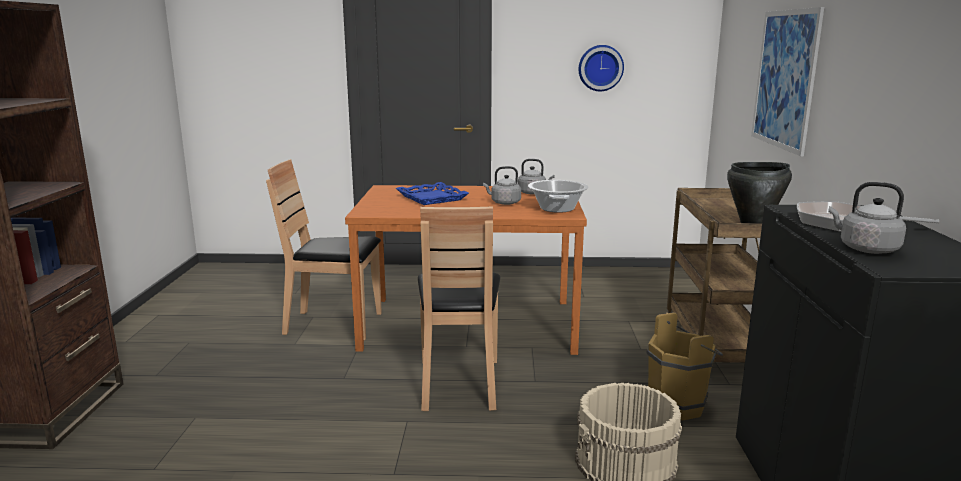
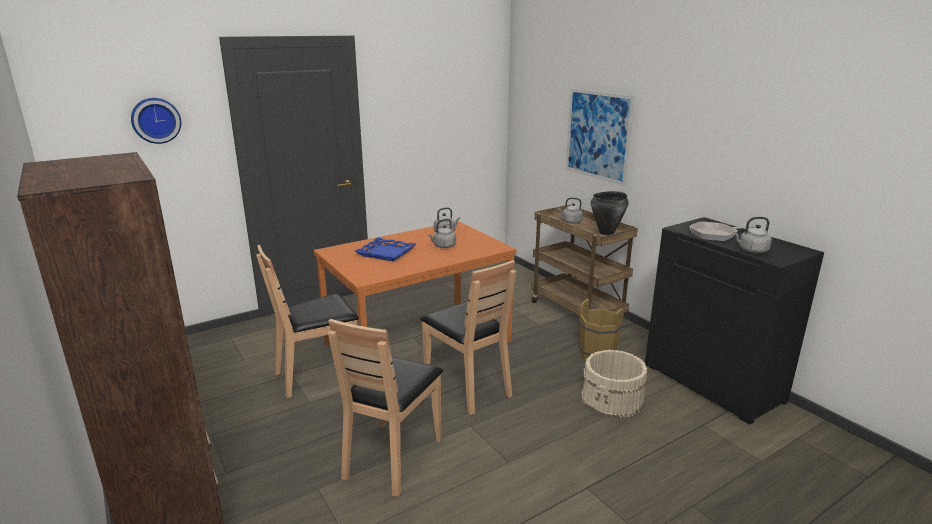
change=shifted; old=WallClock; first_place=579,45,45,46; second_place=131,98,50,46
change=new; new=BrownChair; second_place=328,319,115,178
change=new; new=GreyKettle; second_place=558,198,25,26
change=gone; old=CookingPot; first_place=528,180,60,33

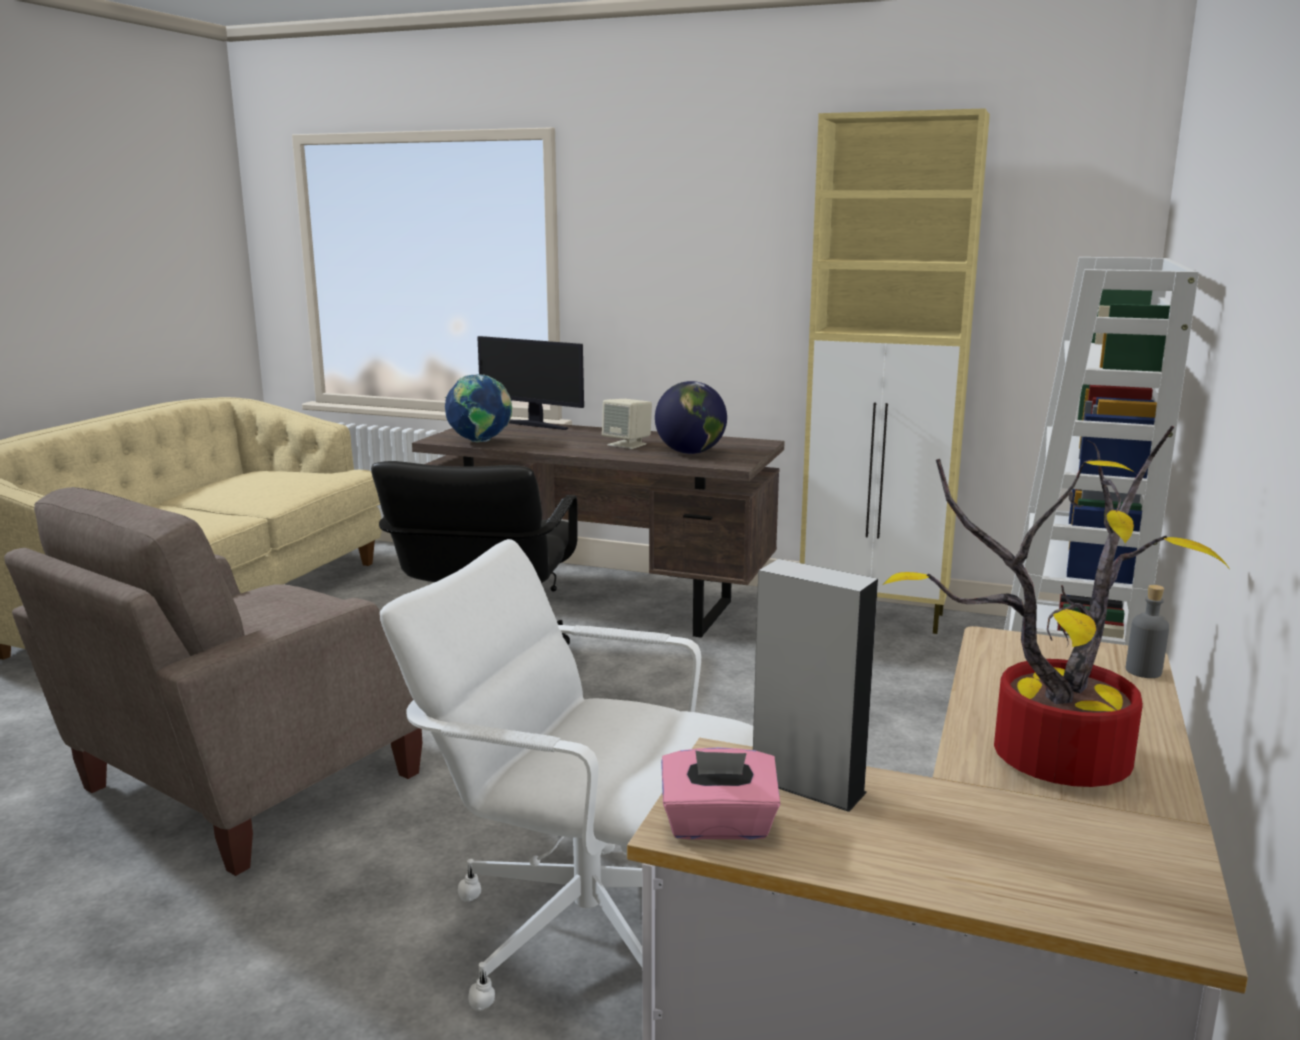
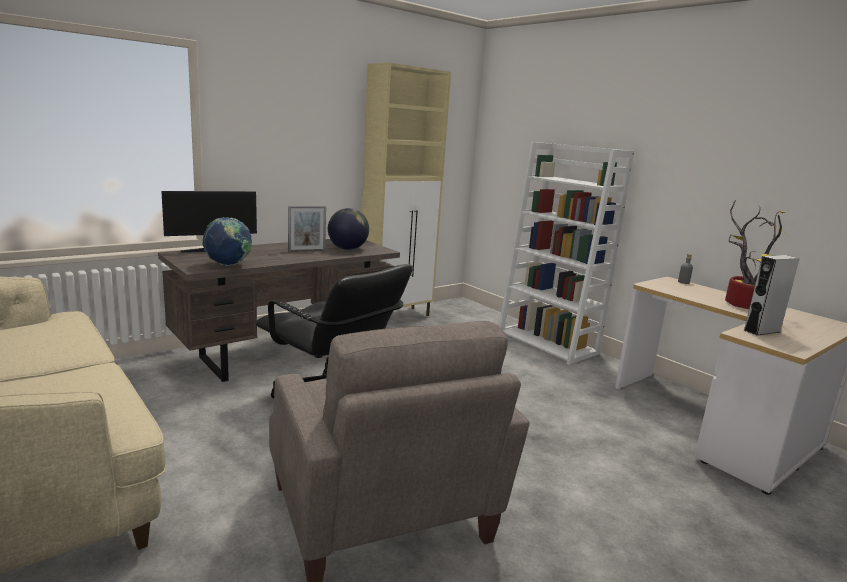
change=swapped; old=BeigeSpeaker; new=PictureFrame; first_place=602,399,50,50; second_place=288,206,38,46
change=gone; old=WhiteOfficeChair; first_place=380,539,373,472
change=gone; old=PinkTissueBox; first_place=661,747,119,93

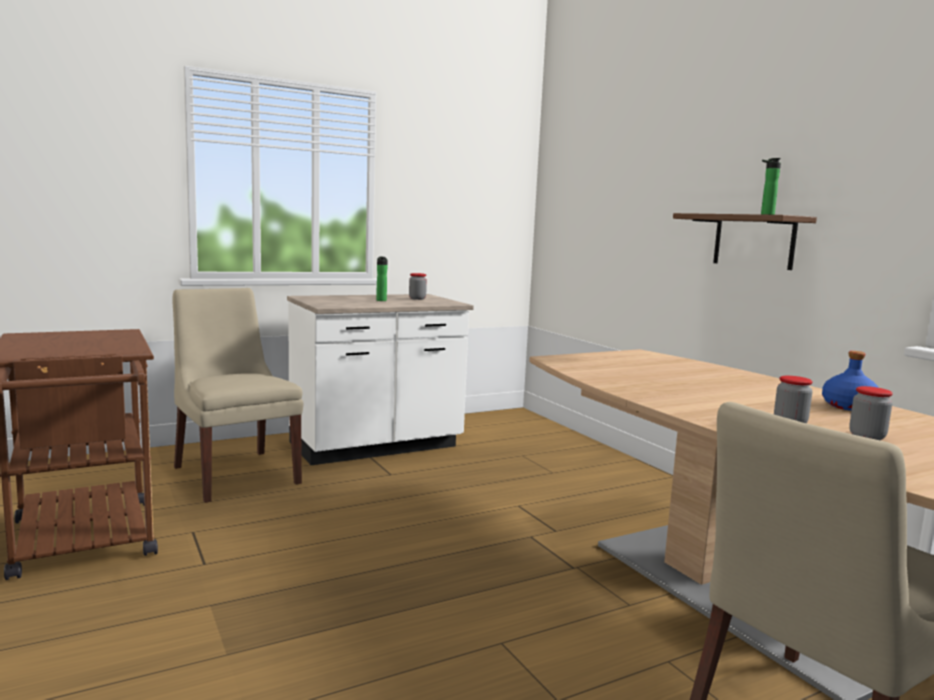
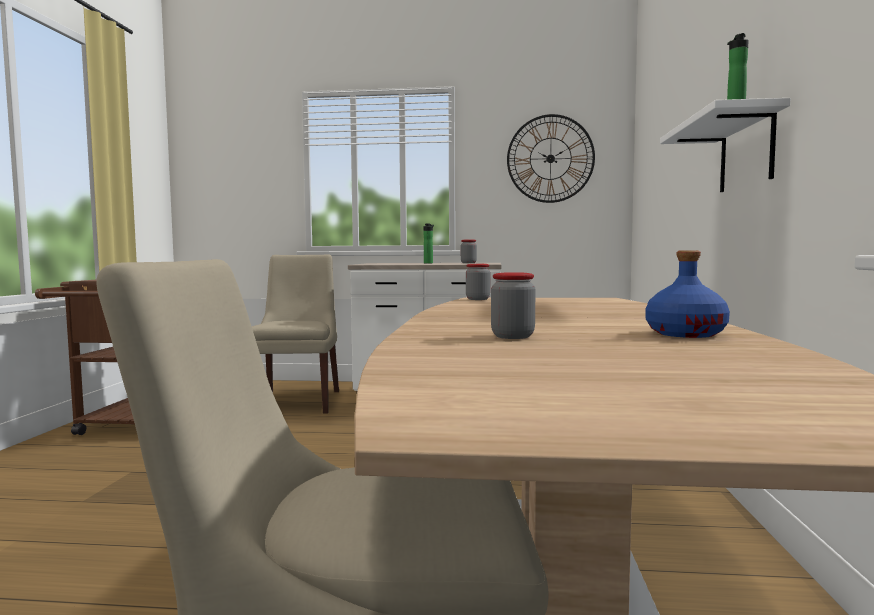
change=shifted; old=Jar; first_place=849,386,44,54; second_place=466,264,24,36
change=new; new=WallClock; second_place=507,114,88,89
change=repainted; old=BrownShelf; new=WhiteShelf; first_place=673,213,144,57; second_place=660,98,130,94

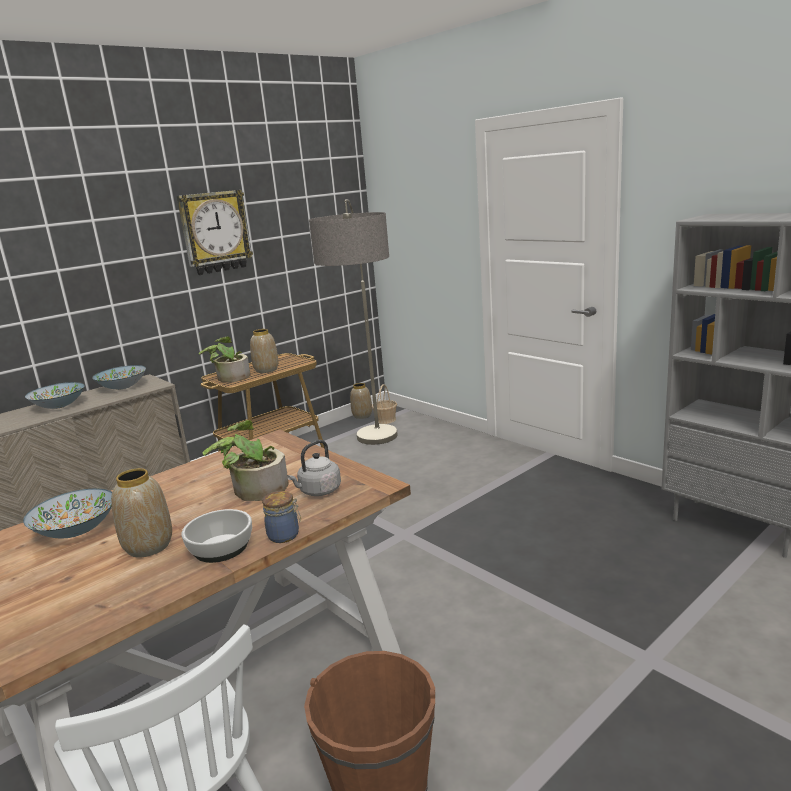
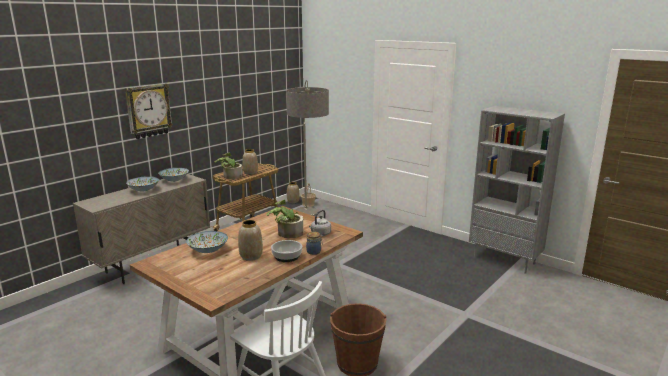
change=shifted; old=WallClock; first_place=177,190,76,85; second_place=125,84,48,55

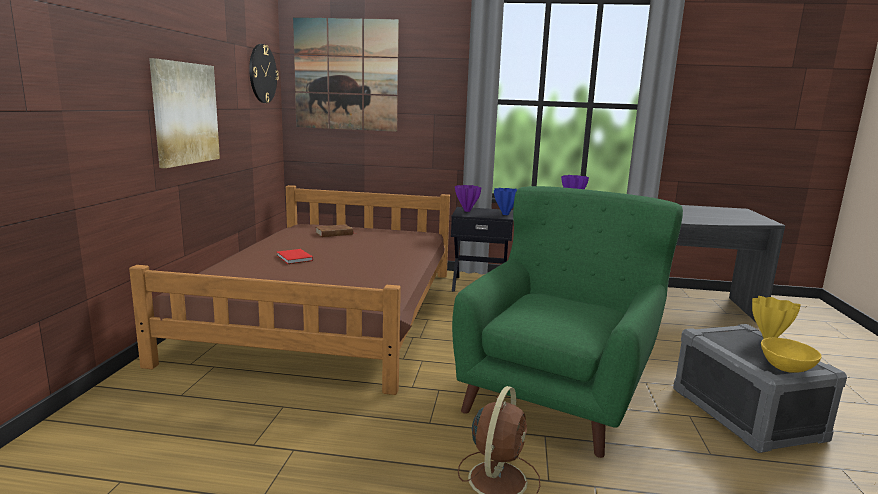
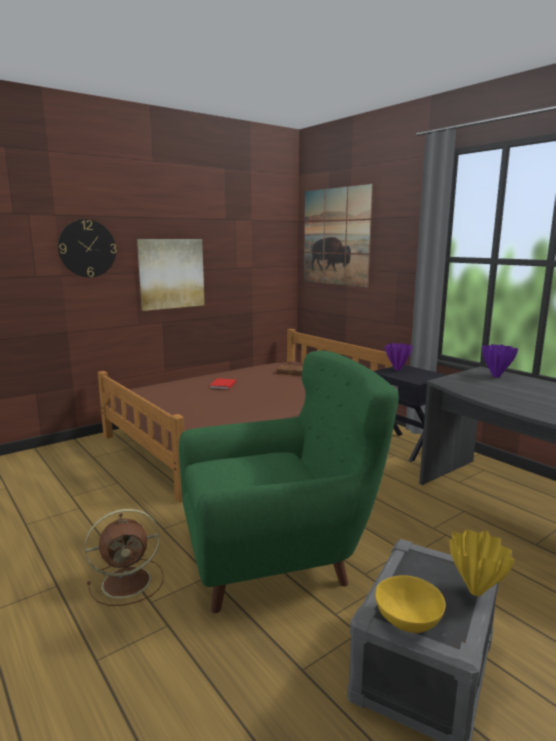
change=shifted; old=WallClock; first_place=249,44,30,59; second_place=58,219,58,58
change=gone; old=BlueVase; first_place=494,188,23,27

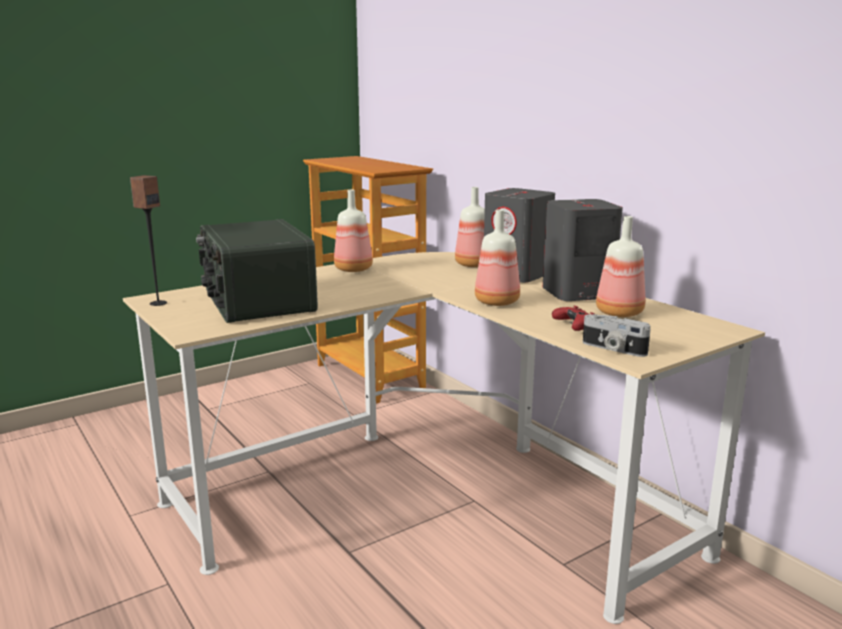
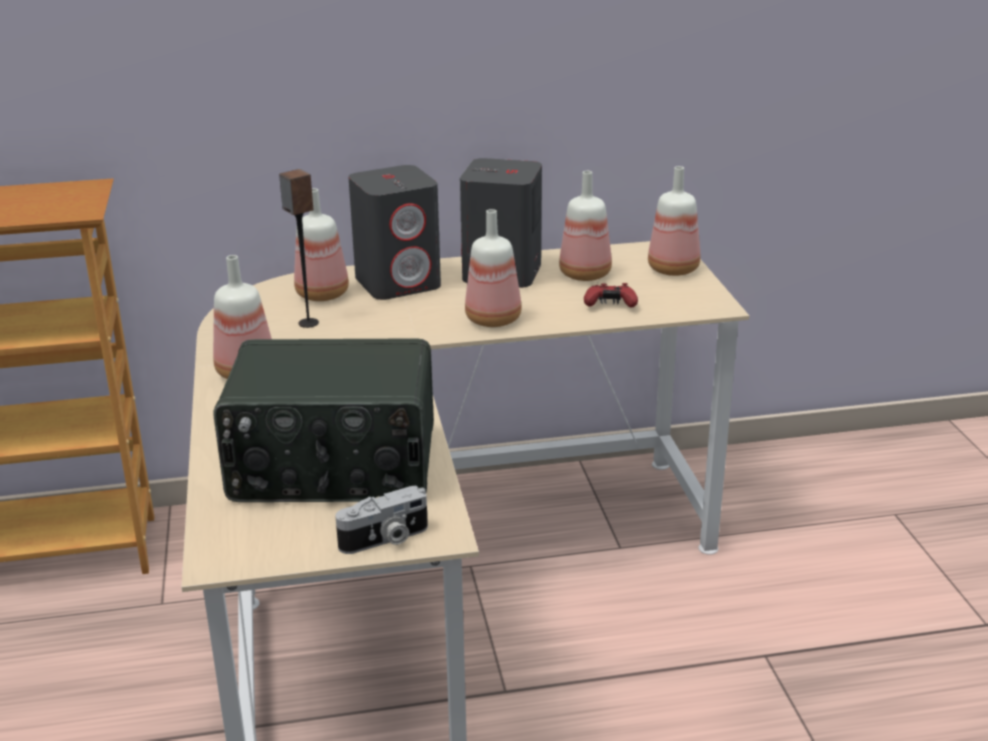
change=shifted; old=Speaker; first_place=130,175,37,131; second_place=279,169,40,159
change=shifted; old=PhotoCamera; first_place=583,314,68,43; second_place=335,486,93,68
change=new; new=Bottle; second_place=648,166,52,110

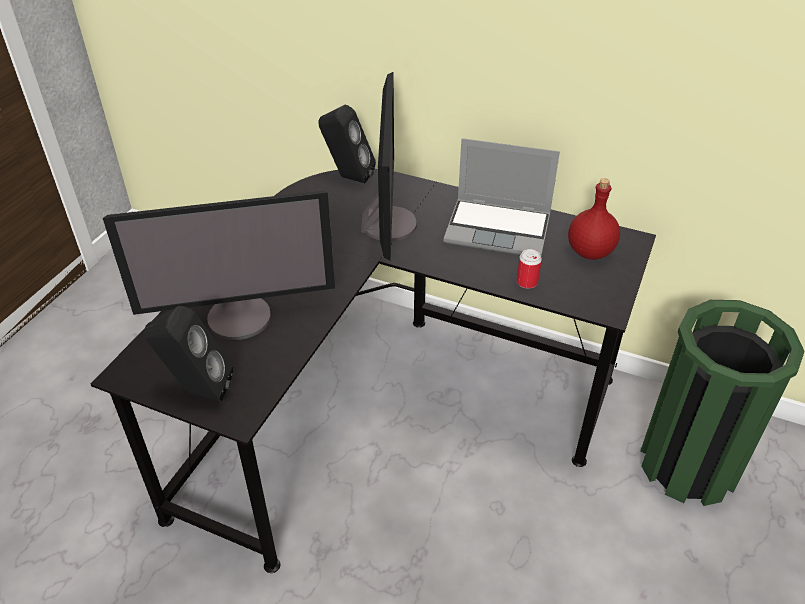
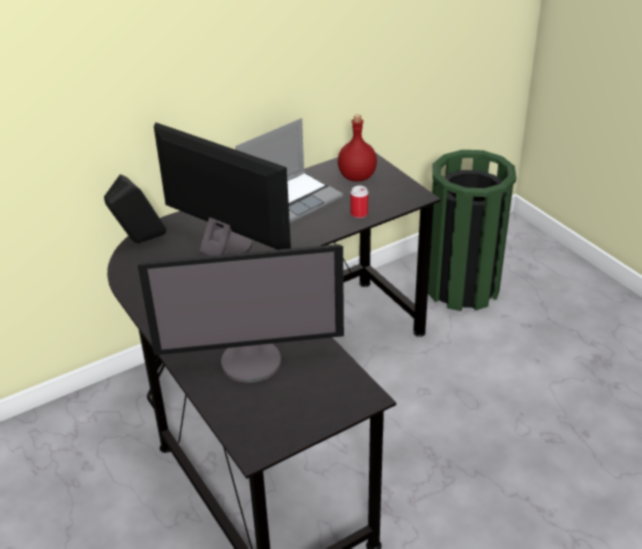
change=rotated; old=Monitor; first_place=103,191,232,149; second_place=138,244,206,139; degrees=60
change=gone; old=BlackSpeaker; first_place=144,306,89,95

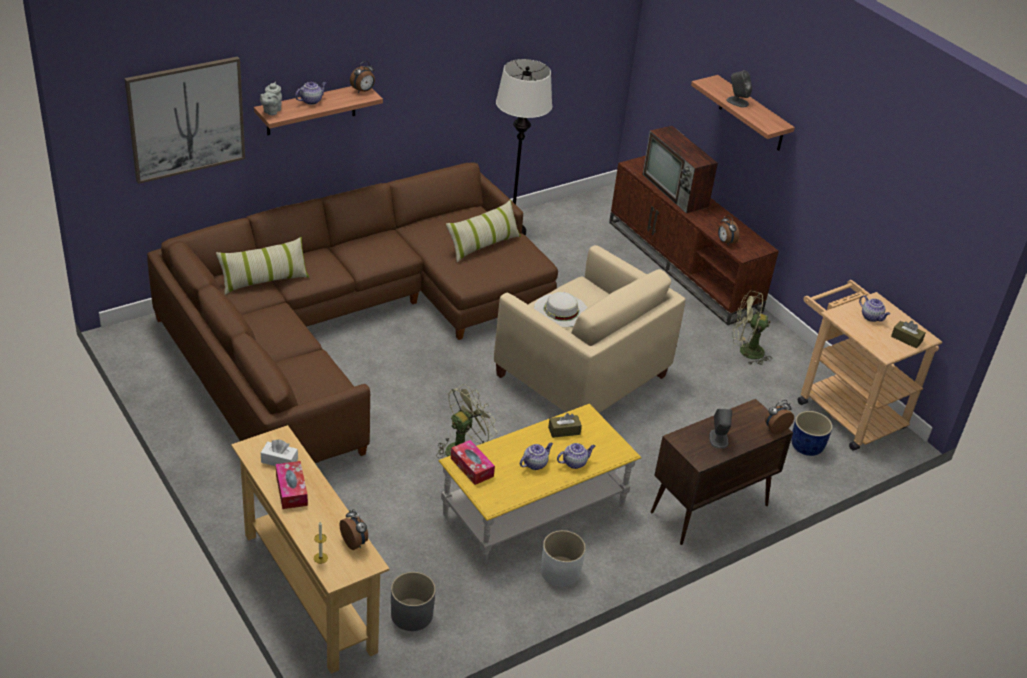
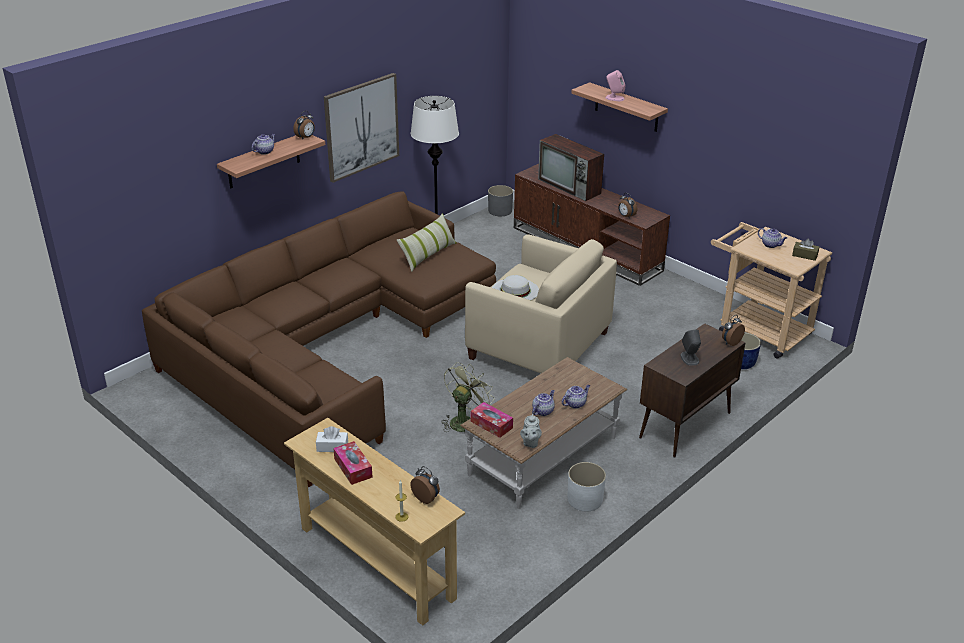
change=shifted; old=Picture; first_place=125,56,120,128; second_place=324,73,75,110
change=repainted; old=YellowCoffeeTable; new=BrownCoffeeTable; first_place=438,404,204,162; second_place=460,357,167,152
change=shifted; old=GreyPlanter; first_place=391,572,45,59; second_place=488,185,25,31
change=shifted; old=GreyTeapot; first_place=260,82,22,33; second_place=520,414,22,34
change=repainted; old=GreySpeaker; new=PinkSpeaker; first_place=726,70,26,37; second_place=605,70,20,31
change=gone; old=Pillow; first_place=216,237,93,58
change=gone; old=BrownTissueBox; first_place=548,413,34,25
change=gone; old=GreenFan; first_place=732,291,40,74

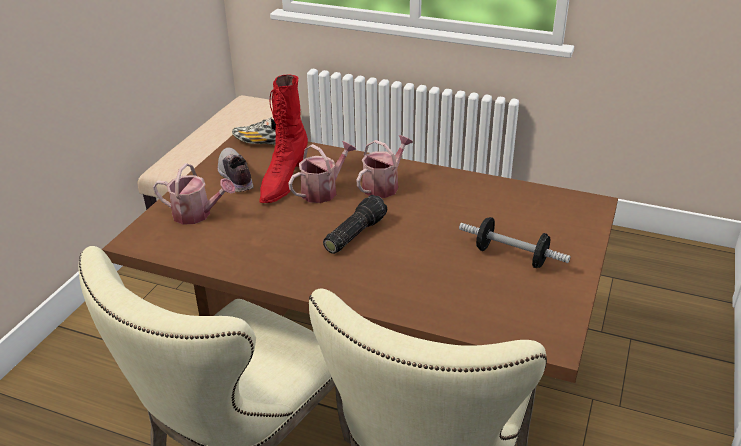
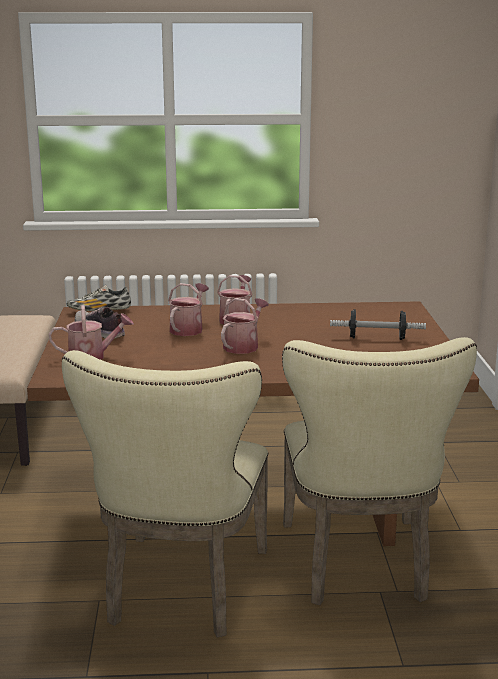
change=swapped; old=Flashlight; new=WateringCan; first_place=323,195,64,59; second_place=221,298,48,56
change=gone; old=RedBoot; first_place=259,75,49,128

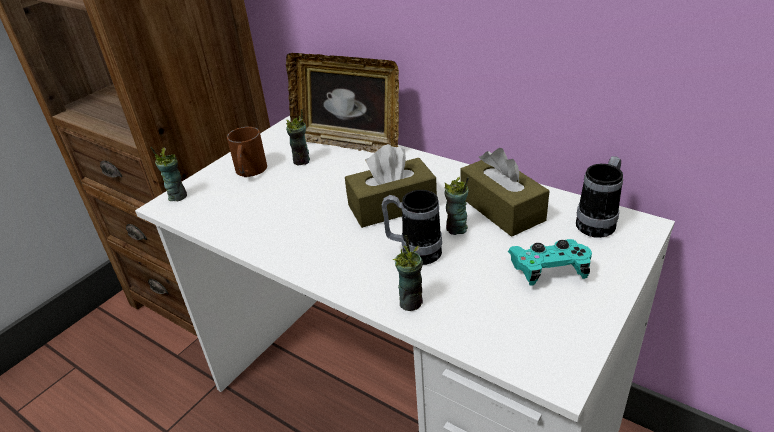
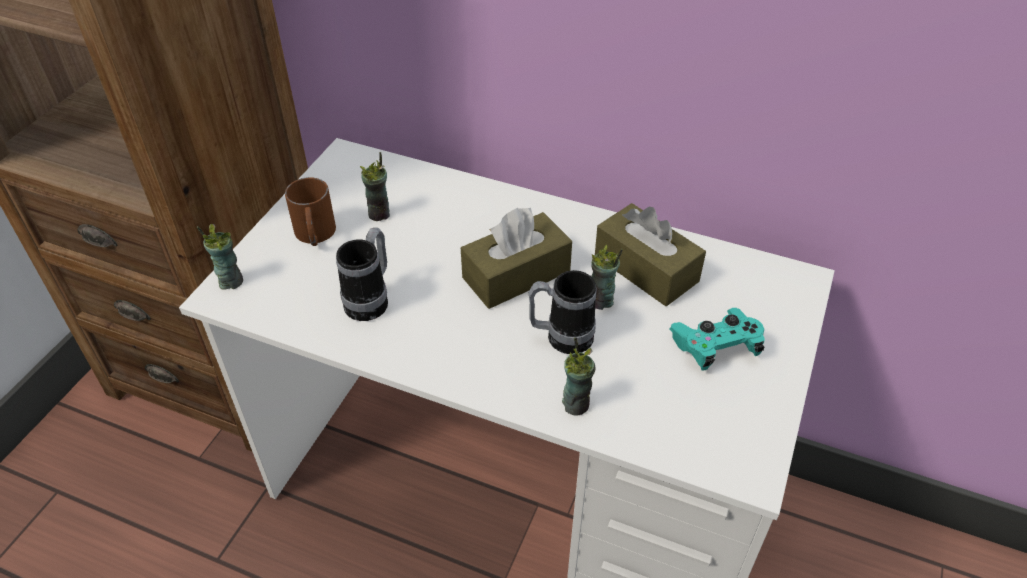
change=shifted; old=Mug; first_place=576,156,47,82; second_place=336,228,52,93
change=gone; old=PictureFrame; first_place=286,53,113,100

